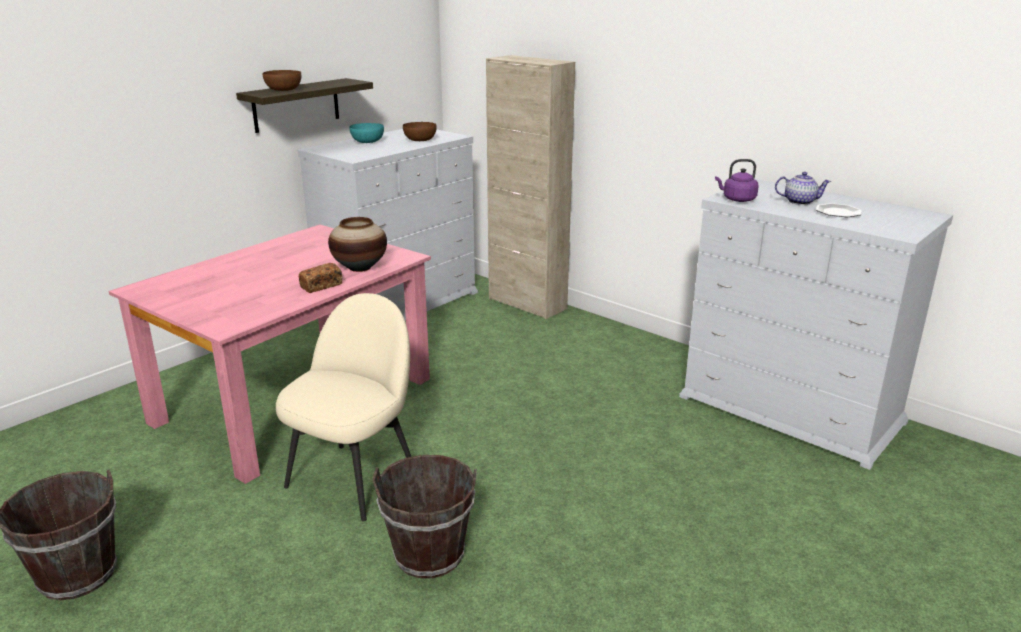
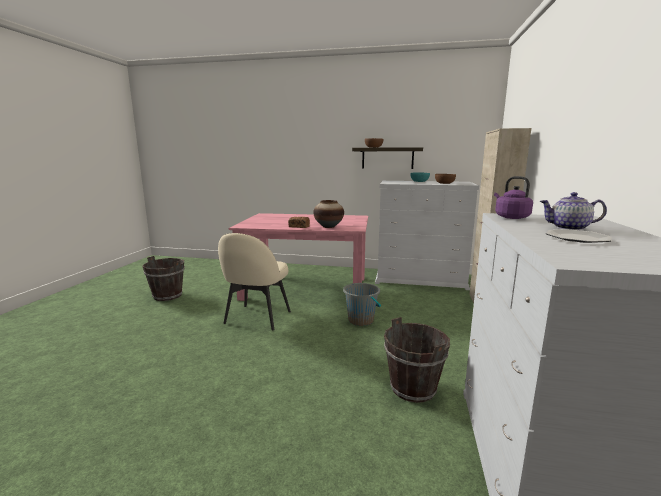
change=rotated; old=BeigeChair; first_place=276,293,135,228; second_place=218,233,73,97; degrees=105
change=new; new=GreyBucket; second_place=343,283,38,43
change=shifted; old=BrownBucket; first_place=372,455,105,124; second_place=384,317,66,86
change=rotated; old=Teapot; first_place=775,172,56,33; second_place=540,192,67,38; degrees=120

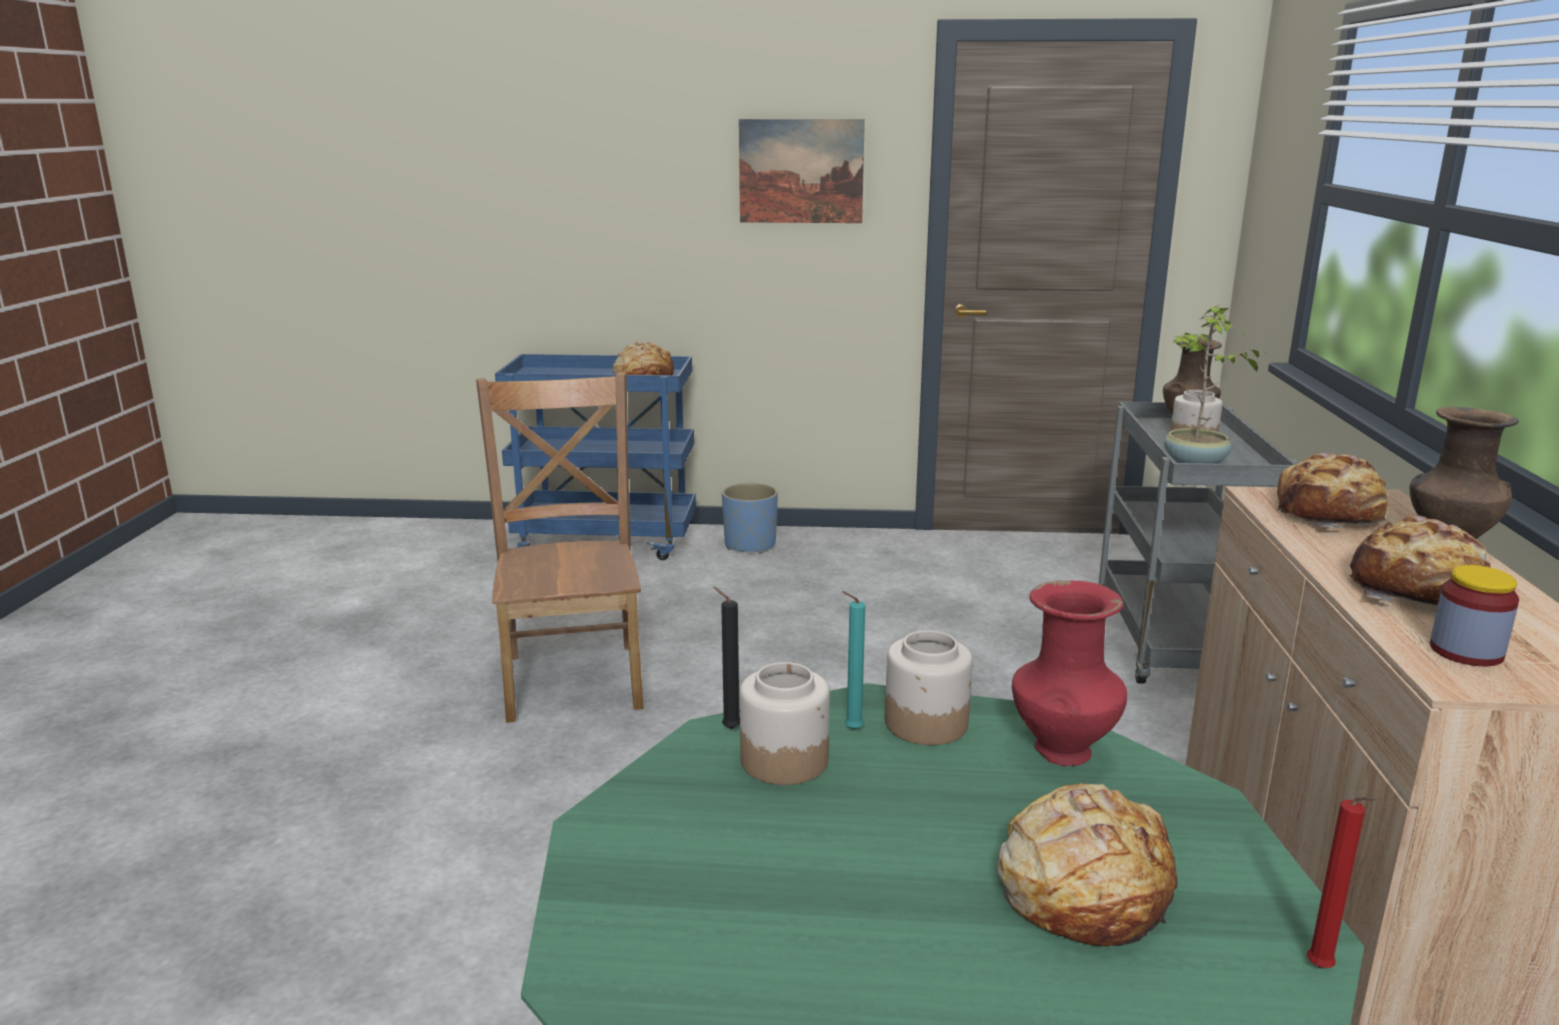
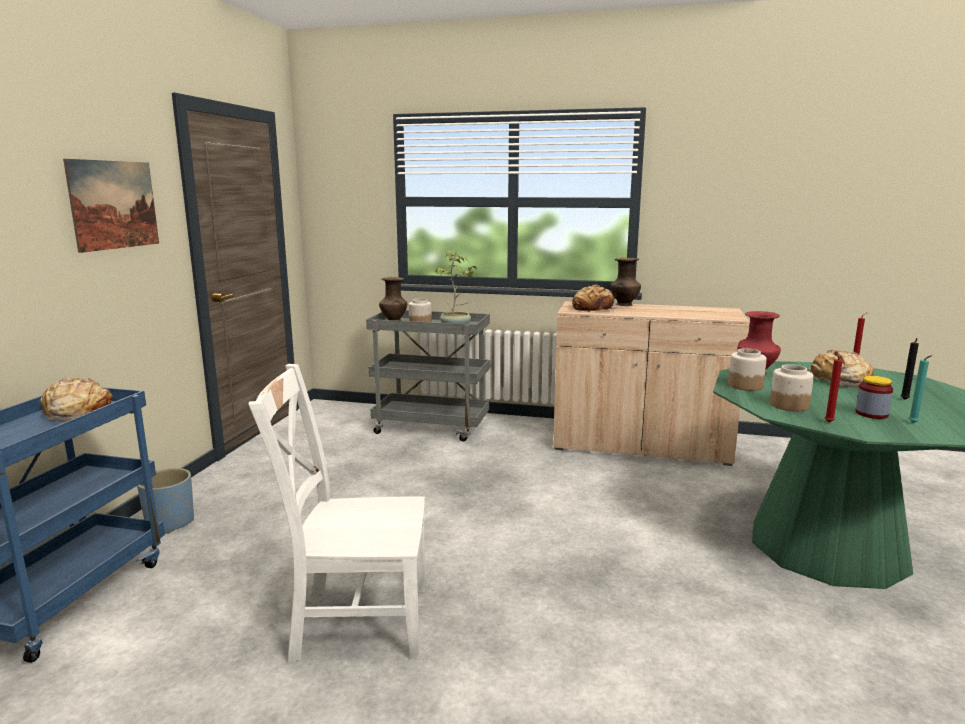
change=repainted; old=BrownChair; new=WhiteChair; first_place=476,372,168,351; second_place=249,364,177,299
change=new; new=RedCandle; second_place=825,354,18,68
change=shifted; old=Jar; first_place=1430,565,89,101; second_place=856,376,37,43
change=shifted; old=BlackCandle; first_place=713,587,27,142; second_place=901,338,18,62
change=shifted; old=TurquoiseCandle; first_place=842,591,23,139; second_place=909,355,23,68
change=gone; old=Bread; first_place=1349,515,142,90

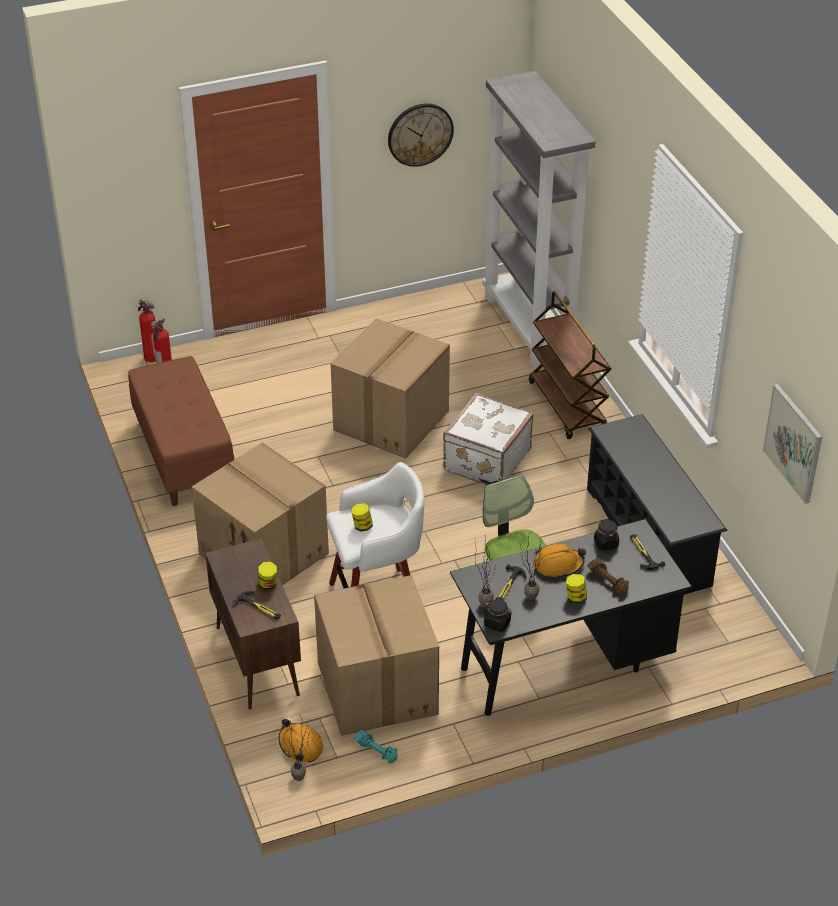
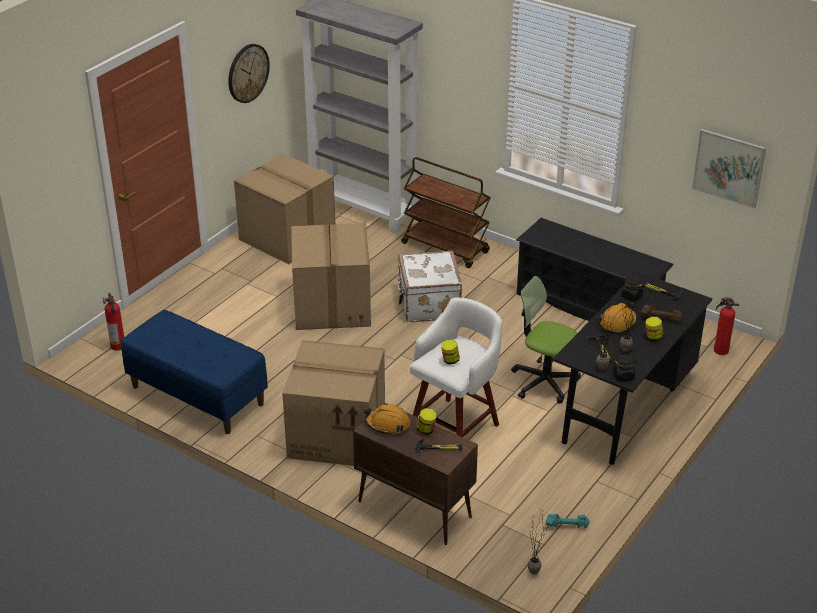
change=repainted; old=BrownBench; new=BlueBench; first_place=128,356,106,150; second_place=121,310,147,124
change=shifted; old=CardboardBox; first_place=314,575,125,161; second_place=234,154,101,110
change=shifted; old=OrangeHardHat; first_place=279,719,44,43; second_place=364,404,47,31
change=shifted; old=FireExtinguisher; first_place=138,299,18,63; second_place=714,297,25,58

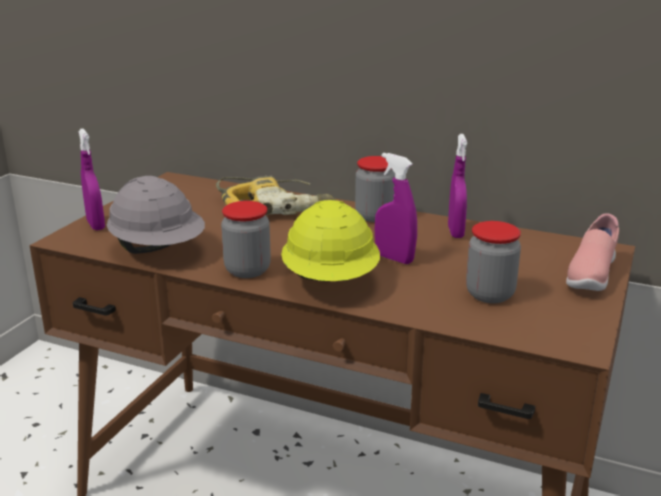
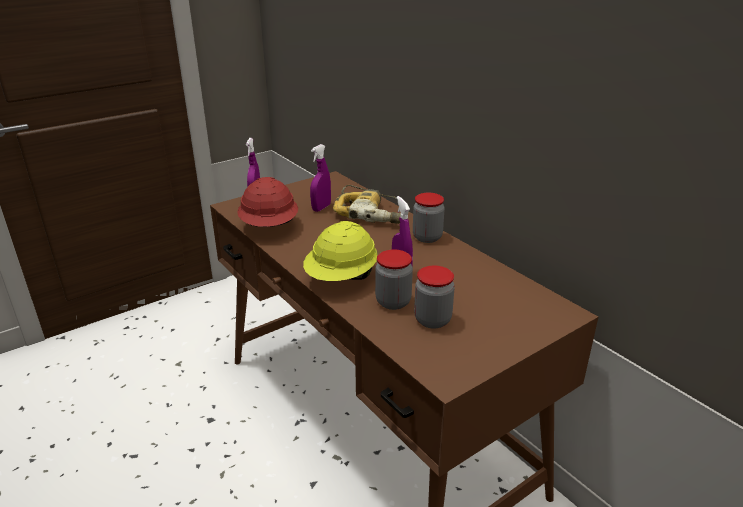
change=repainted; old=GreyHardHat; new=RedHardHat; first_place=107,176,98,78; second_place=237,177,61,50
change=shifted; old=PurpleSprayBottle; first_place=448,134,19,104; second_place=310,144,21,68
change=shifted; old=Jar; first_place=221,201,50,77; second_place=375,249,38,61
change=gone; old=PinkShoe; first_place=566,213,53,78

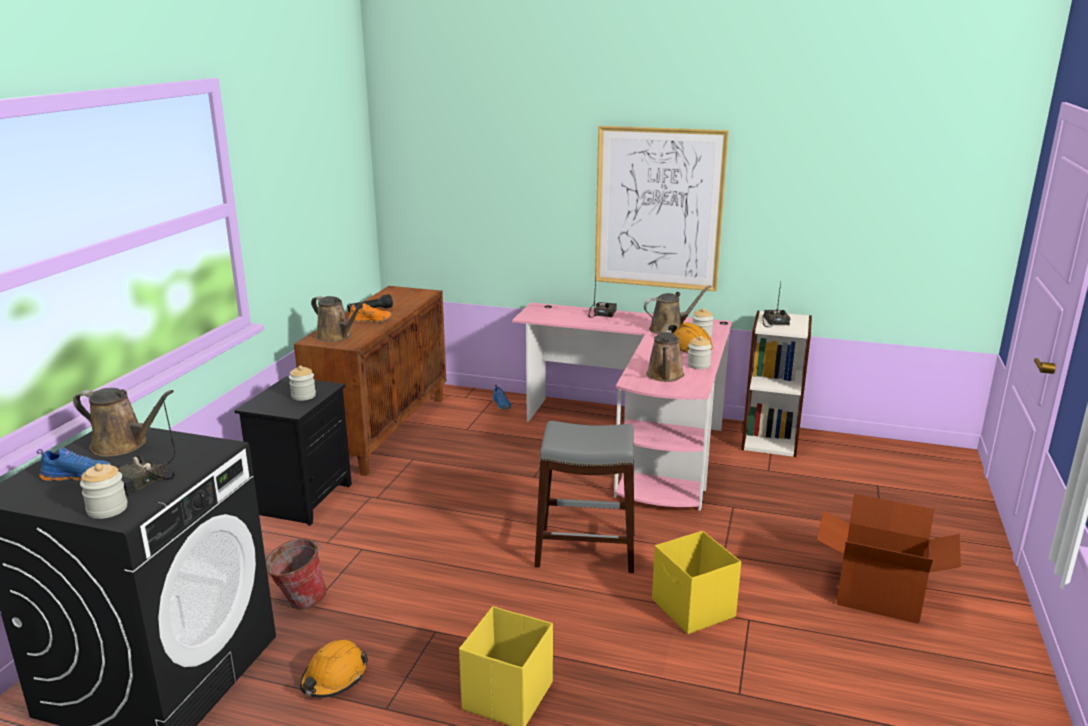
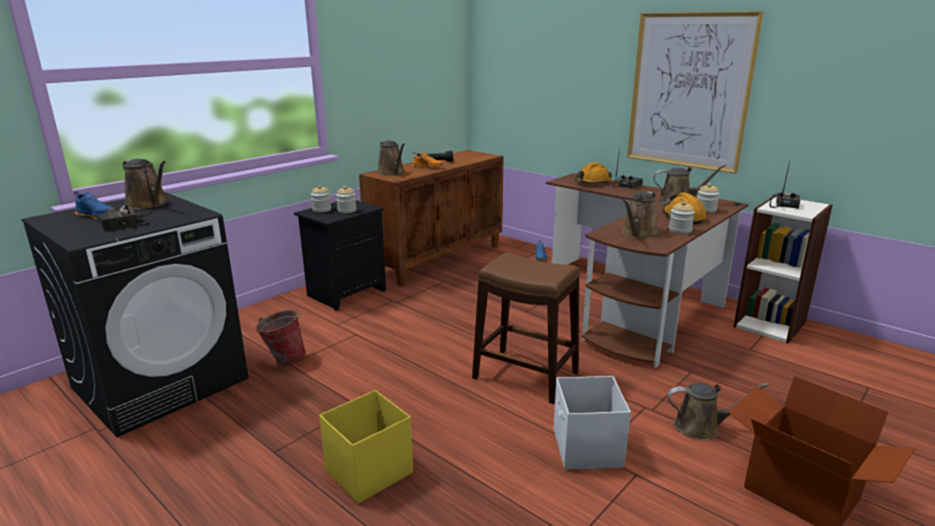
change=shifted; old=Jar; first_place=80,464,47,55; second_place=311,185,20,27
change=repainted; old=GreyStool; new=BrownStool; first_place=534,421,100,152; second_place=472,253,108,151
change=repainted; old=PinkDesk; new=BrownDesk; first_place=512,302,220,209; second_place=546,173,203,195
change=repainted; old=YellowStorageBox; new=WhiteStorageBox; first_place=652,531,89,103; second_place=553,376,78,94
change=shifted; old=OrangeHardHat; first_place=300,640,68,58; second_place=574,162,38,22
change=new; new=BrownWateringCan; second_place=667,383,102,58

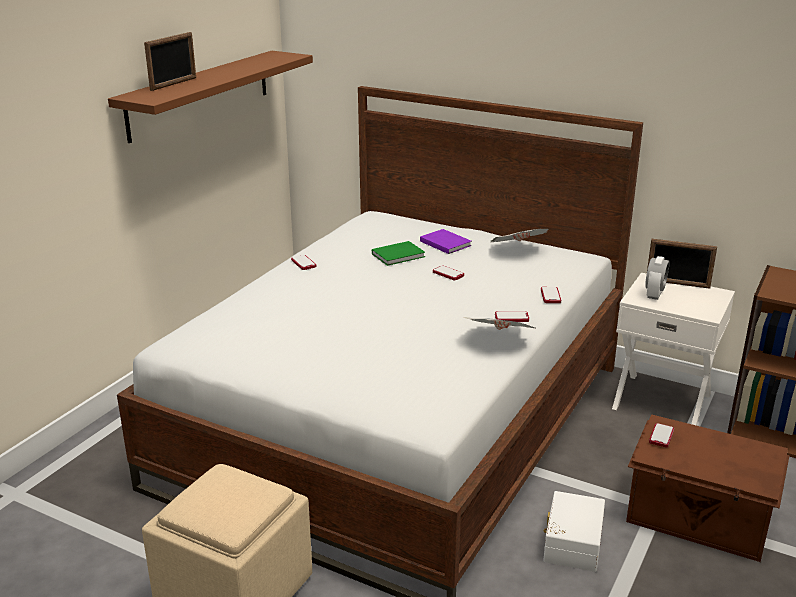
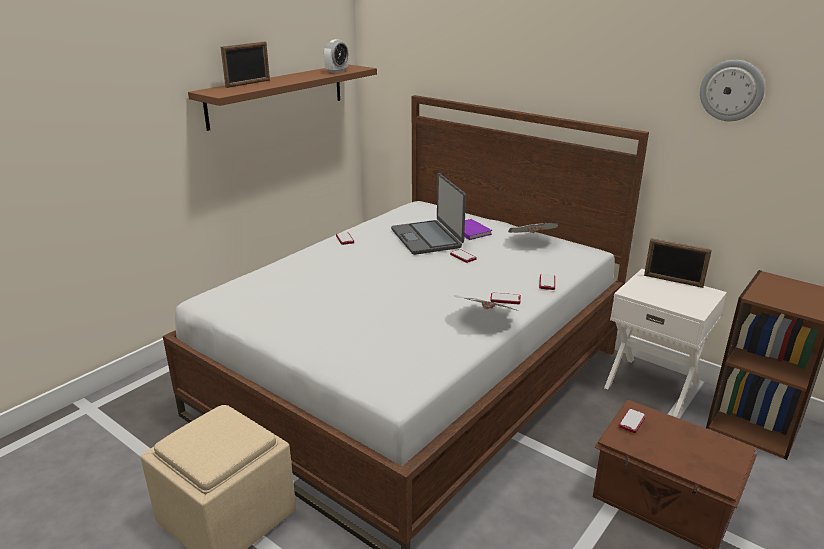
change=shifted; old=AlarmClock; first_place=645,256,24,44; second_place=324,39,24,34
change=swapped; old=GreenBook; new=Laptop; first_place=372,241,53,25; second_place=391,173,75,82
change=new; new=WallClock; second_place=700,60,65,61
change=gone; old=WhiteStorageBox; first_place=543,491,62,81

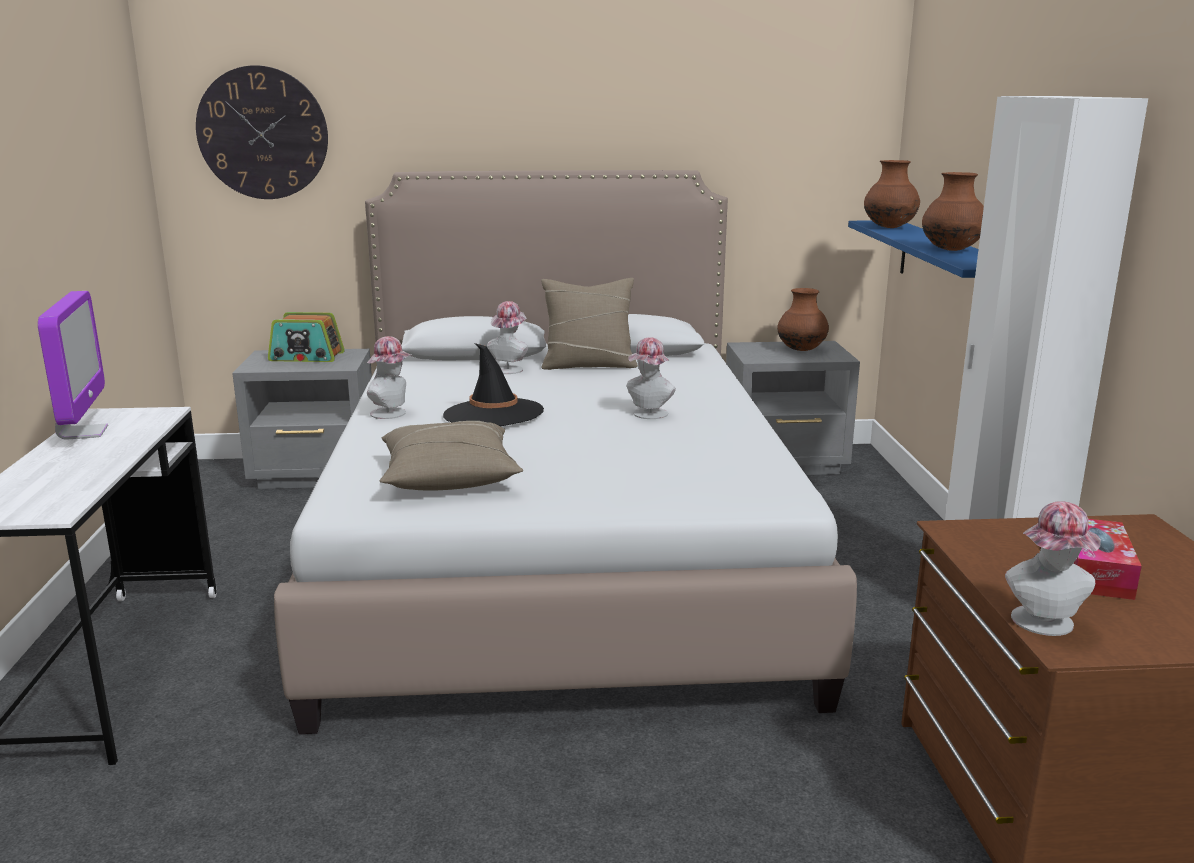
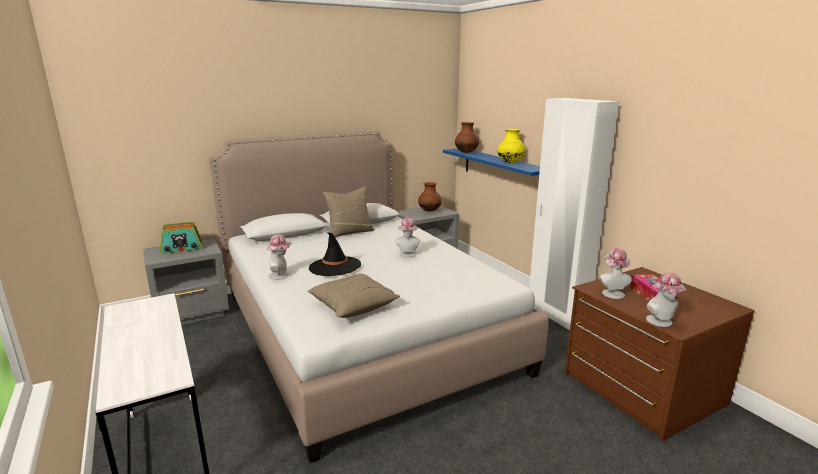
change=repainted; old=BrownVase; new=YellowVase; first_place=922,172,62,79; second_place=497,129,28,34
change=shifted; old=Hat; first_place=487,301,41,73; second_place=600,248,32,51
change=gone; old=Monitor; first_place=38,291,70,148
change=gone; old=WallClock; first_place=196,65,132,134

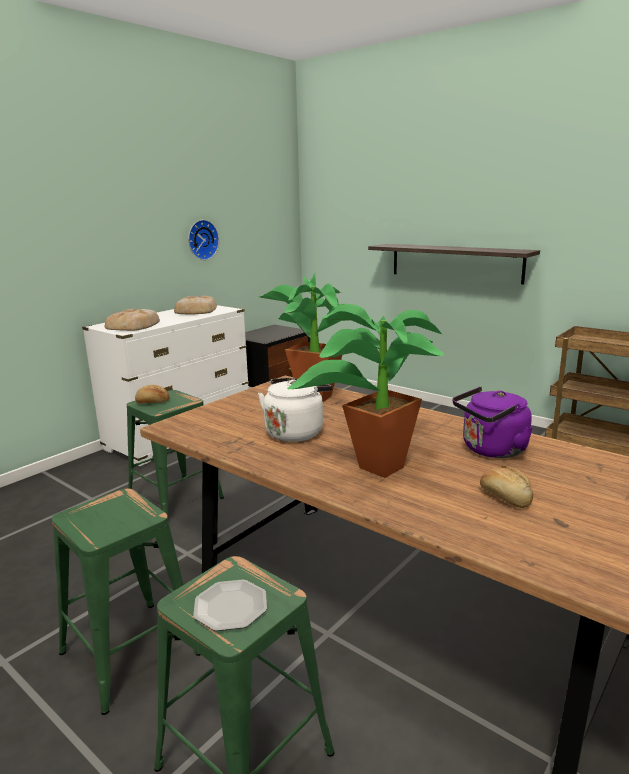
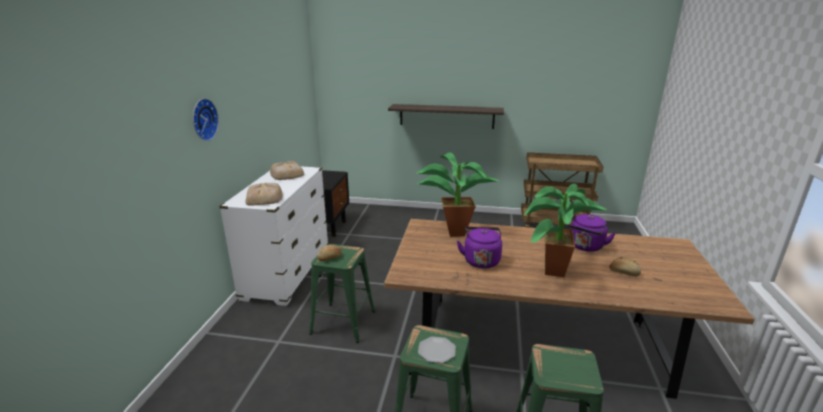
change=shifted; old=WallClock; first_place=188,220,31,40; second_place=193,98,26,43
change=shifted; old=Plate; first_place=193,580,74,51; second_place=418,336,38,27
change=repainted; old=WhiteKettle; new=PurpleKettle; first_place=258,378,74,64; second_place=457,227,45,41

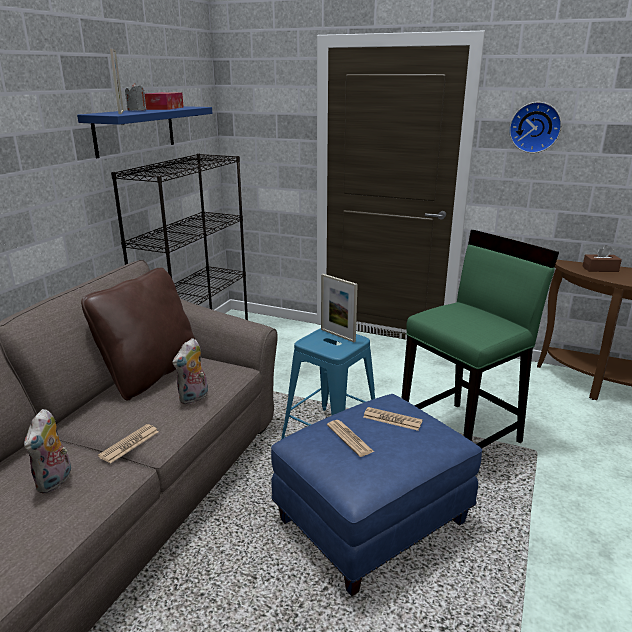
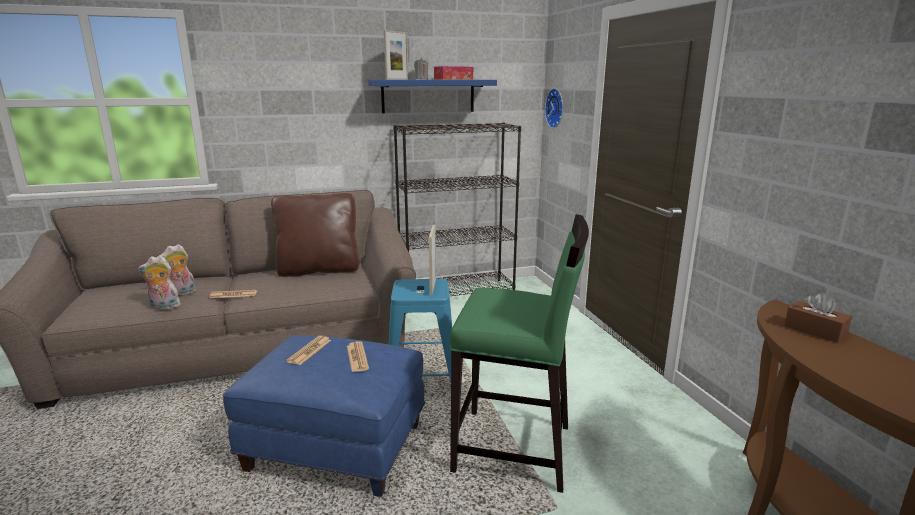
change=shifted; old=PlushToy; first_place=172,338,36,67; second_place=138,256,43,54
change=shifted; old=WallClock; first_place=509,102,53,51; second_place=545,88,18,40

